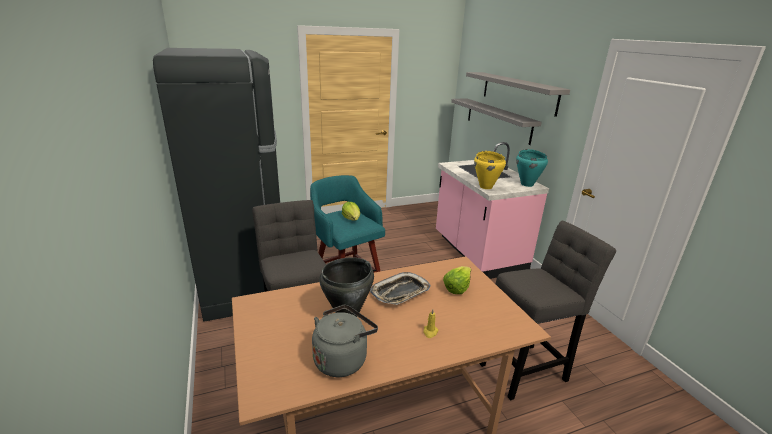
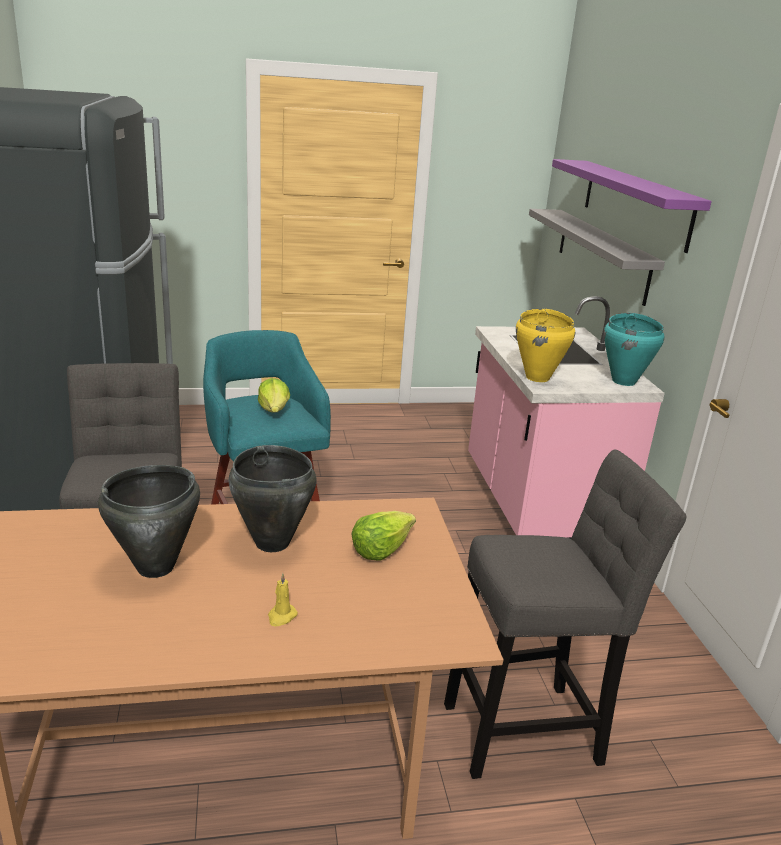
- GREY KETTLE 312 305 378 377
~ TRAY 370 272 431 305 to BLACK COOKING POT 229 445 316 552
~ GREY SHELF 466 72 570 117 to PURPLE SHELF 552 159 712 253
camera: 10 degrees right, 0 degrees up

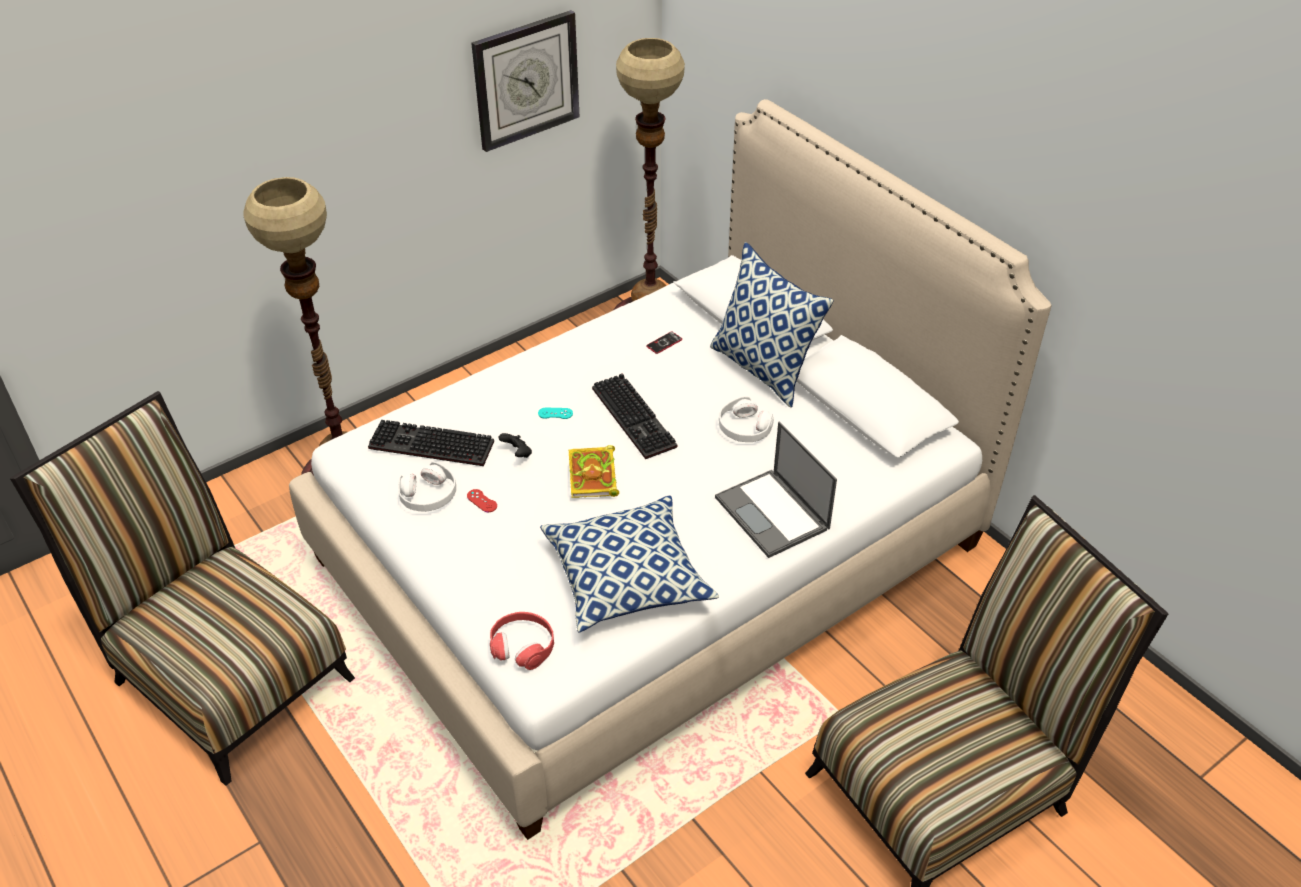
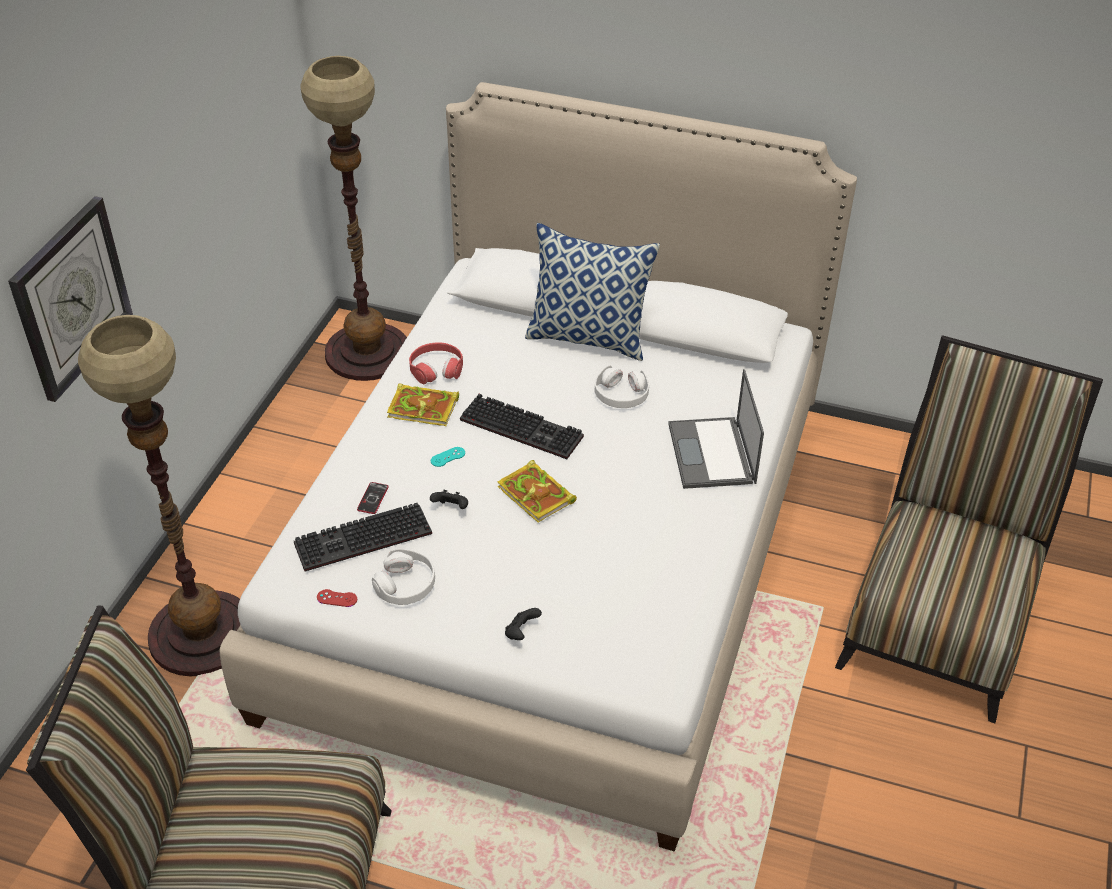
~ RED GAME CONTROLLER 467 489 497 512 to 317 589 357 607
~ WALL CLOCK 471 10 580 152 to 8 196 133 402
~ RED HEADPHONES 490 612 554 670 to 409 343 463 384
- PILLOW 540 495 719 633
~ PHONE 646 332 682 354 to 357 482 389 514
~ LAPTOP 715 421 837 558 = 668 369 764 489 60 degrees clockwise
+ BOOK 387 383 459 426
+ BLACK GAME CONTROLLER 505 608 542 640
camera: 35 degrees left, 0 degrees up

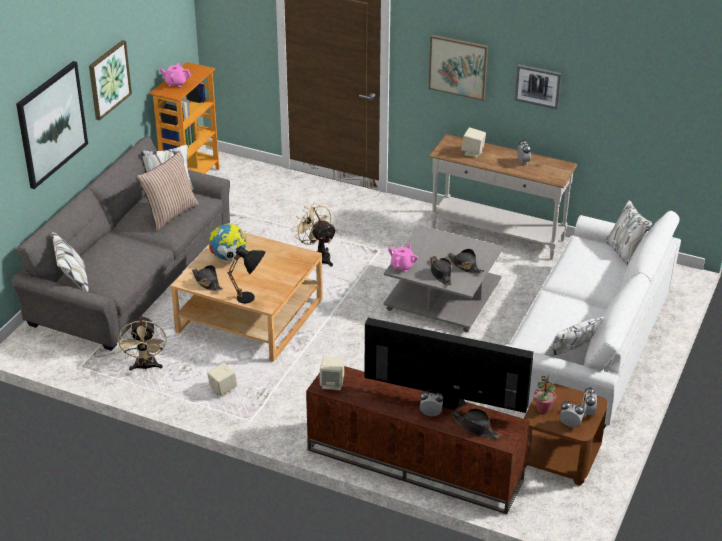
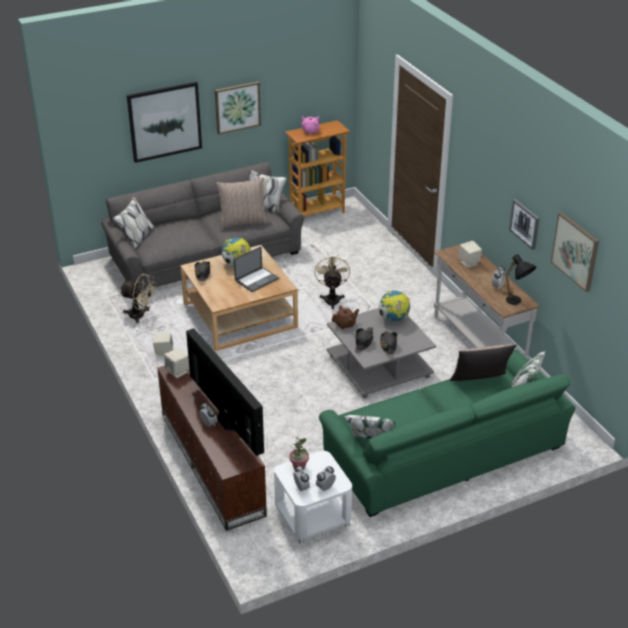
~ BEIGE FAN 118 315 167 371 = 120 274 156 323 105 degrees counterclockwise
~ BLACK TABLE LAMP 228 246 265 303 to 505 254 536 305
~ PINK TEAPOT 388 243 418 272 to BROWN TEAPOT 332 305 359 329
~ PICTURE 429 35 488 101 to 551 212 599 292
- BLACK HAT 452 408 500 439
~ WHITE SOFA 505 200 681 429 to GREEN SOFA 319 349 575 517
~ BROWN SIDE TABLE 524 382 608 485 to WHITE SIDE TABLE 274 451 352 544
+ LAPTOP 234 246 279 292
+ GLOBE 379 291 410 321
+ PILLOW 450 344 517 381
camera: 40 degrees right, 0 degrees up

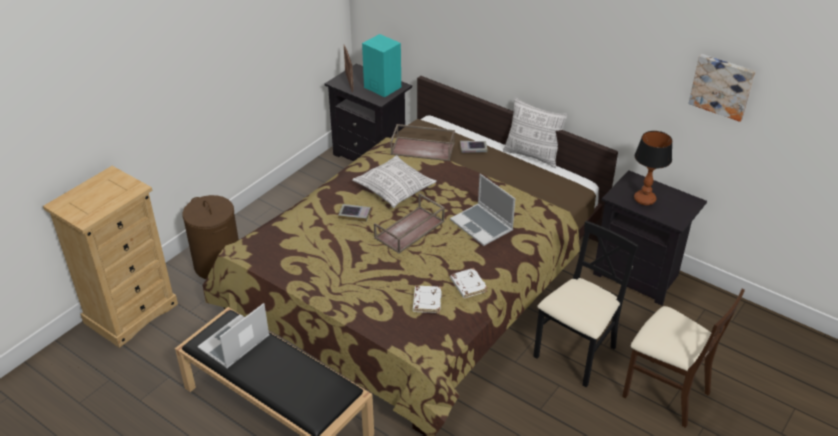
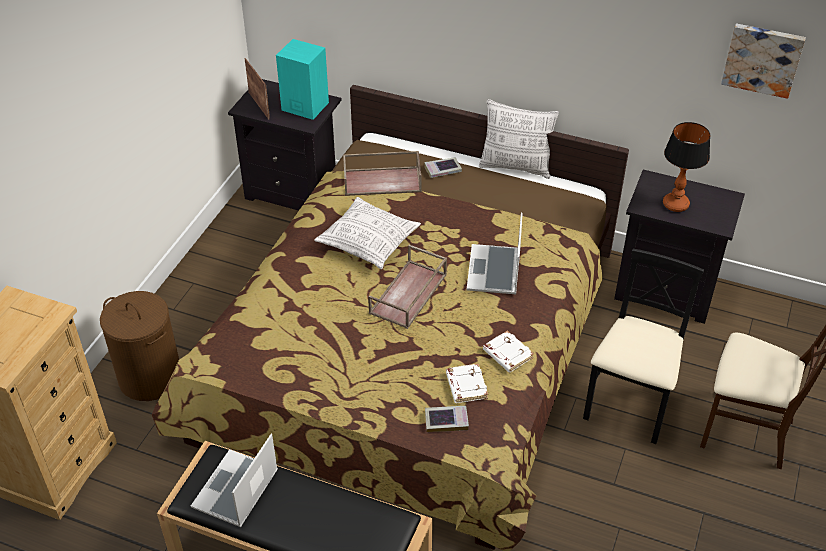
~ BOOK 338 204 371 222 to 425 406 469 432
~ LAPTOP 450 174 515 246 = 467 212 523 294 60 degrees clockwise
camera: 15 degrees left, 5 degrees up

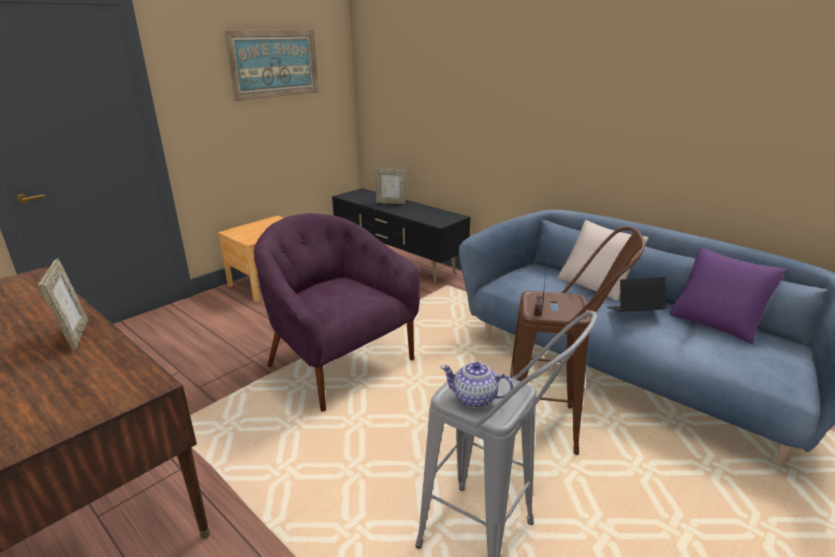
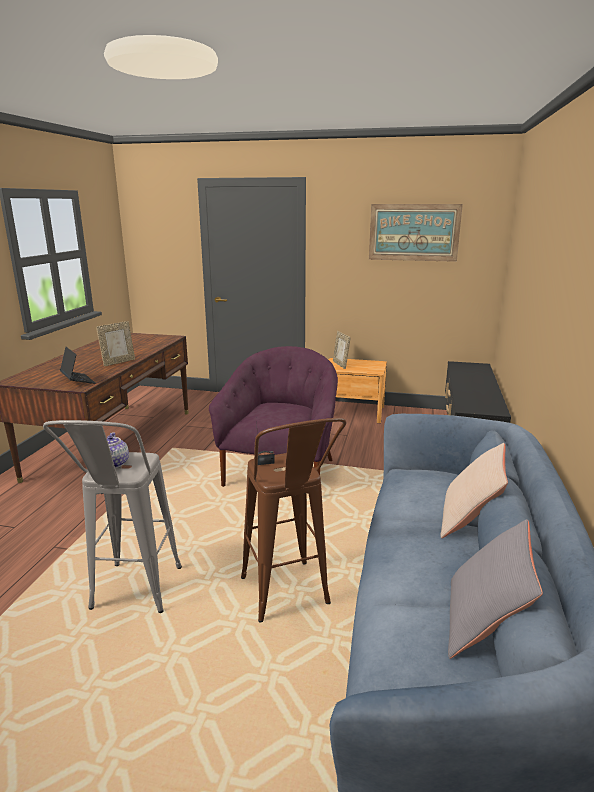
~ PICTURE FRAME 376 168 406 204 to 333 331 350 369
~ LAPTOP 607 277 666 312 to 60 347 96 384
~ PURPLE PILLOW 670 247 786 344 to GREY PILLOW 448 519 543 659
camera: 60 degrees right, 5 degrees down

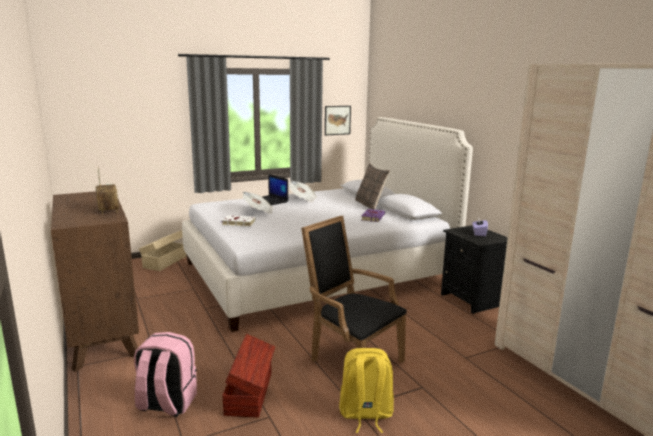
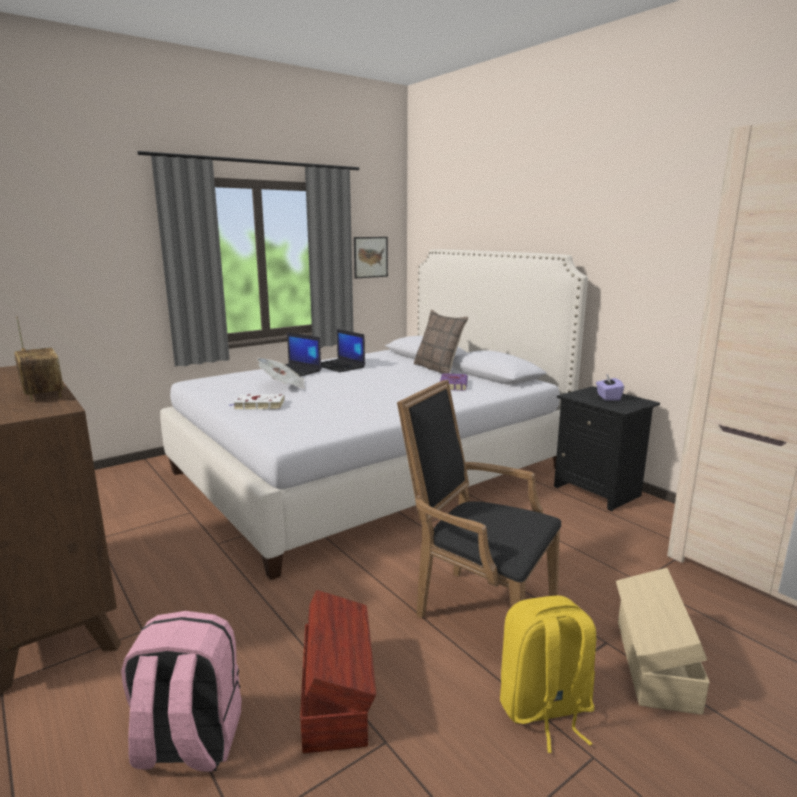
~ BEIGE STORAGE BOX 139 230 187 271 to 616 568 709 715
~ NEWSPAPER 288 181 317 202 to LAPTOP 321 329 365 372
camera: 10 degrees left, 0 degrees up

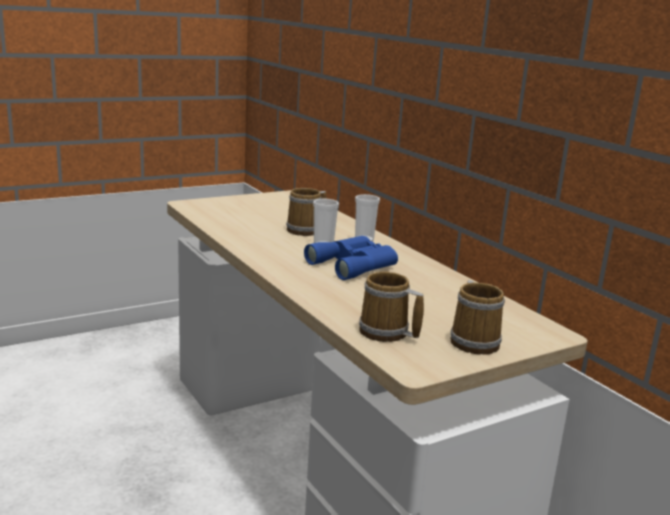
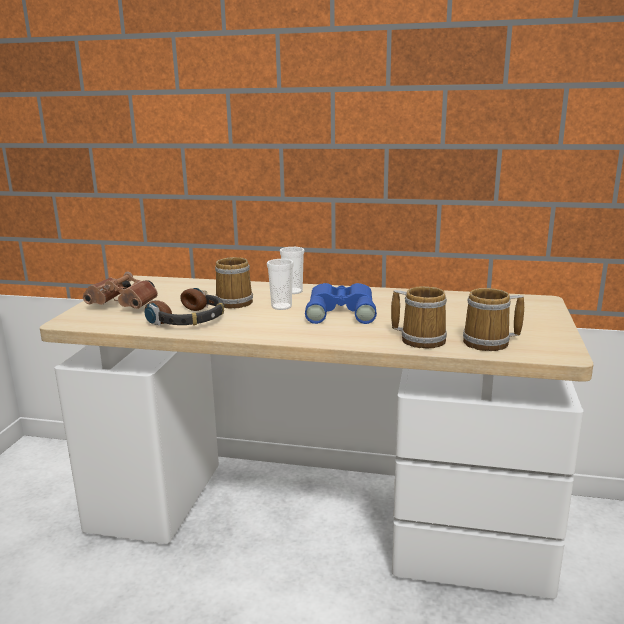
~ MUG 451 280 505 355 to 391 286 447 348
+ BROWN BINOCULARS 83 272 158 309
+ HEADPHONES 145 288 225 326
camera: 45 degrees left, 0 degrees up

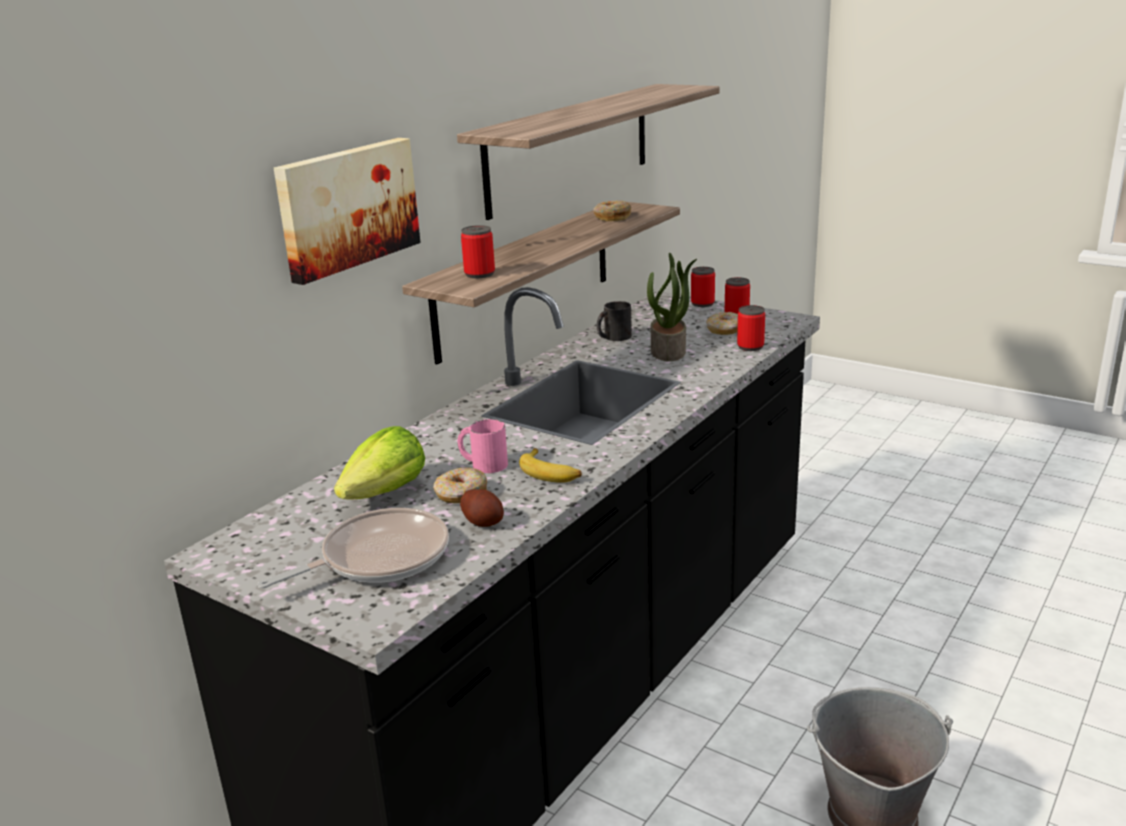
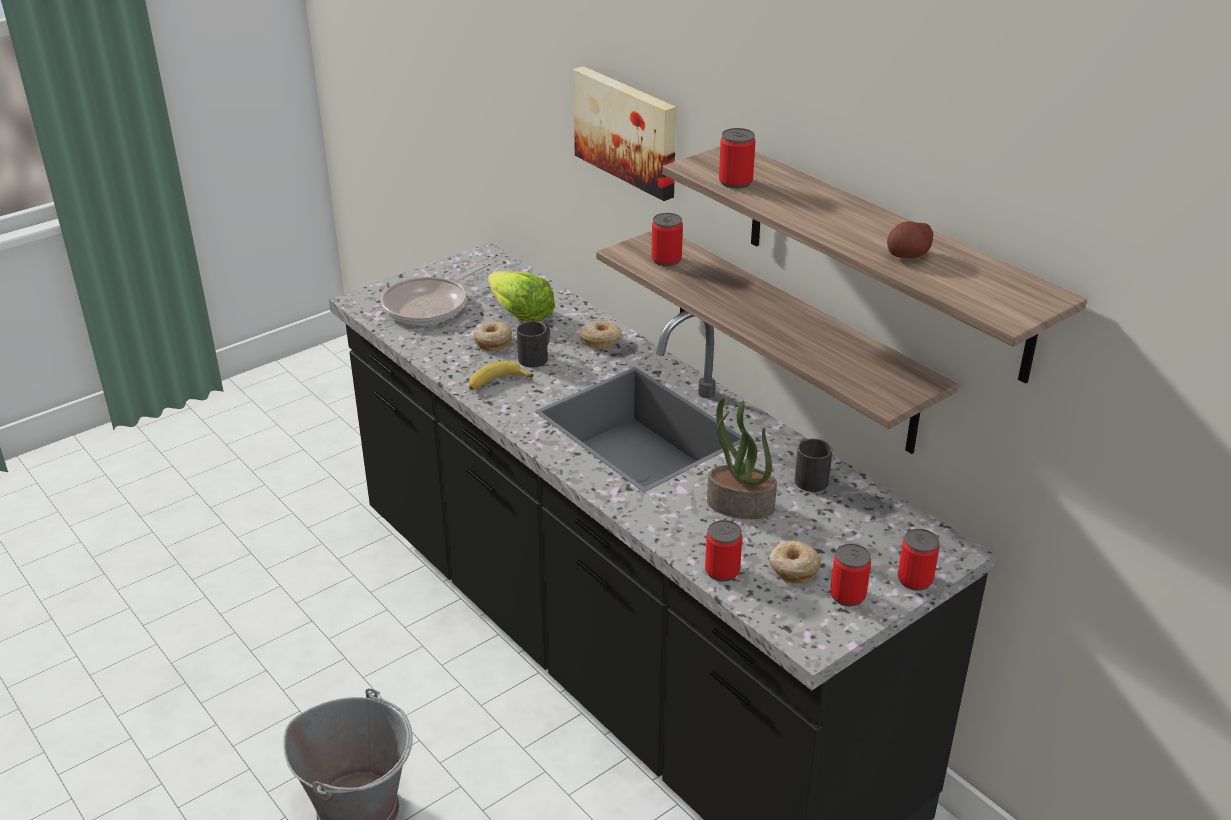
~ FRYING PAN 257 508 449 589 = 381 263 488 325 60 degrees clockwise
~ PINK MUG 457 419 508 473 to BLACK MUG 517 321 550 368
~ POTATO 460 489 504 527 to 887 221 933 258
~ DONUT 593 201 631 221 to 580 321 622 349
+ CAN 719 128 755 189
camera: 105 degrees right, 10 degrees up

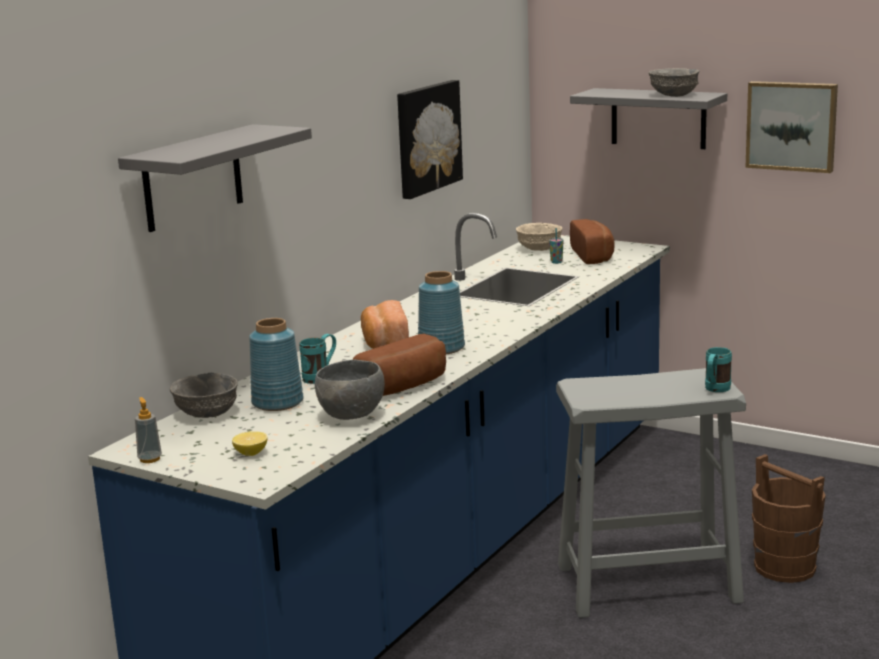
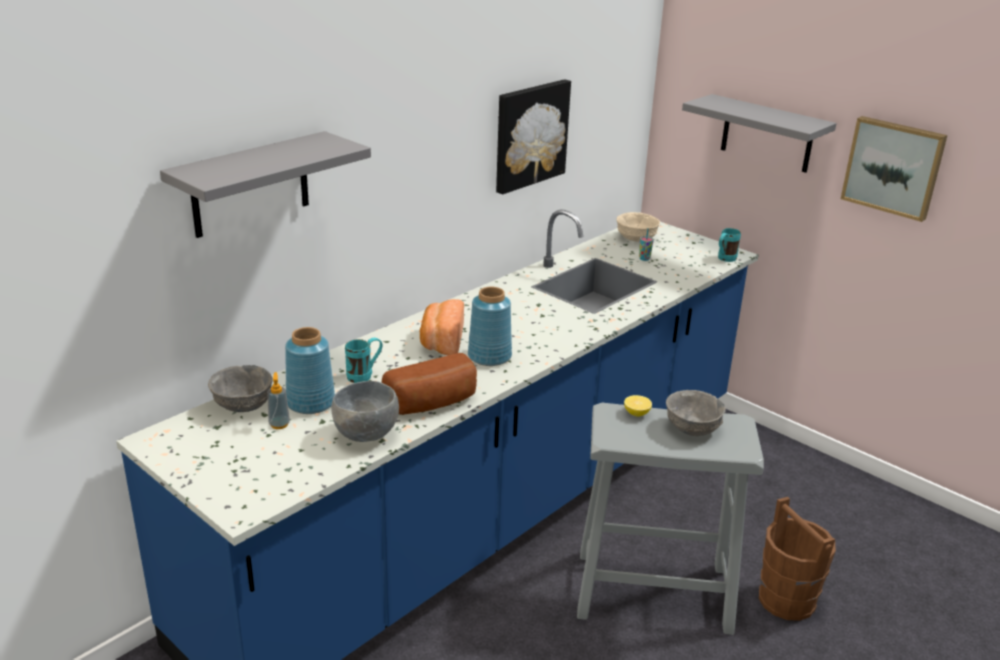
~ SOAP DISPENSER 135 397 162 463 to 267 372 290 429
~ LEMON 232 431 268 456 to 624 395 652 417
- BREAD 570 219 614 264
~ GREY BOWL 648 68 699 97 to 666 390 726 436
~ TURQUOISE MUG 705 347 732 392 to 718 228 741 262
camera: 10 degrees right, 10 degrees up

